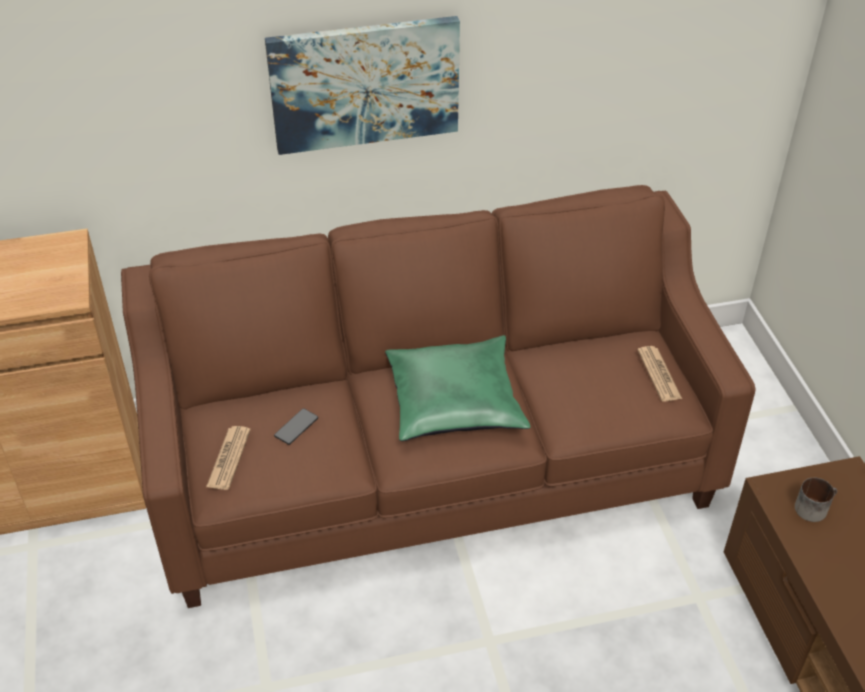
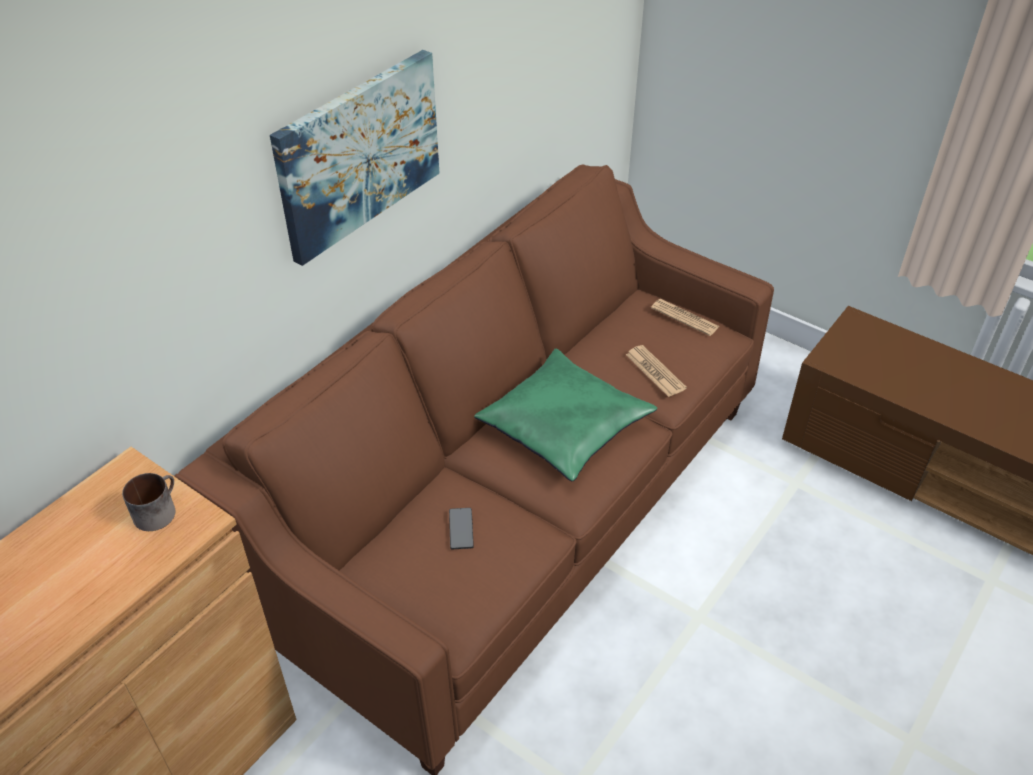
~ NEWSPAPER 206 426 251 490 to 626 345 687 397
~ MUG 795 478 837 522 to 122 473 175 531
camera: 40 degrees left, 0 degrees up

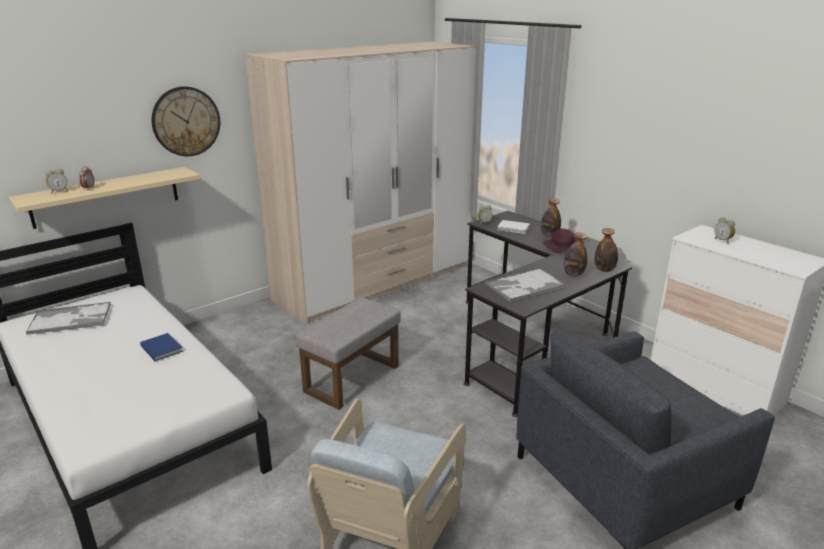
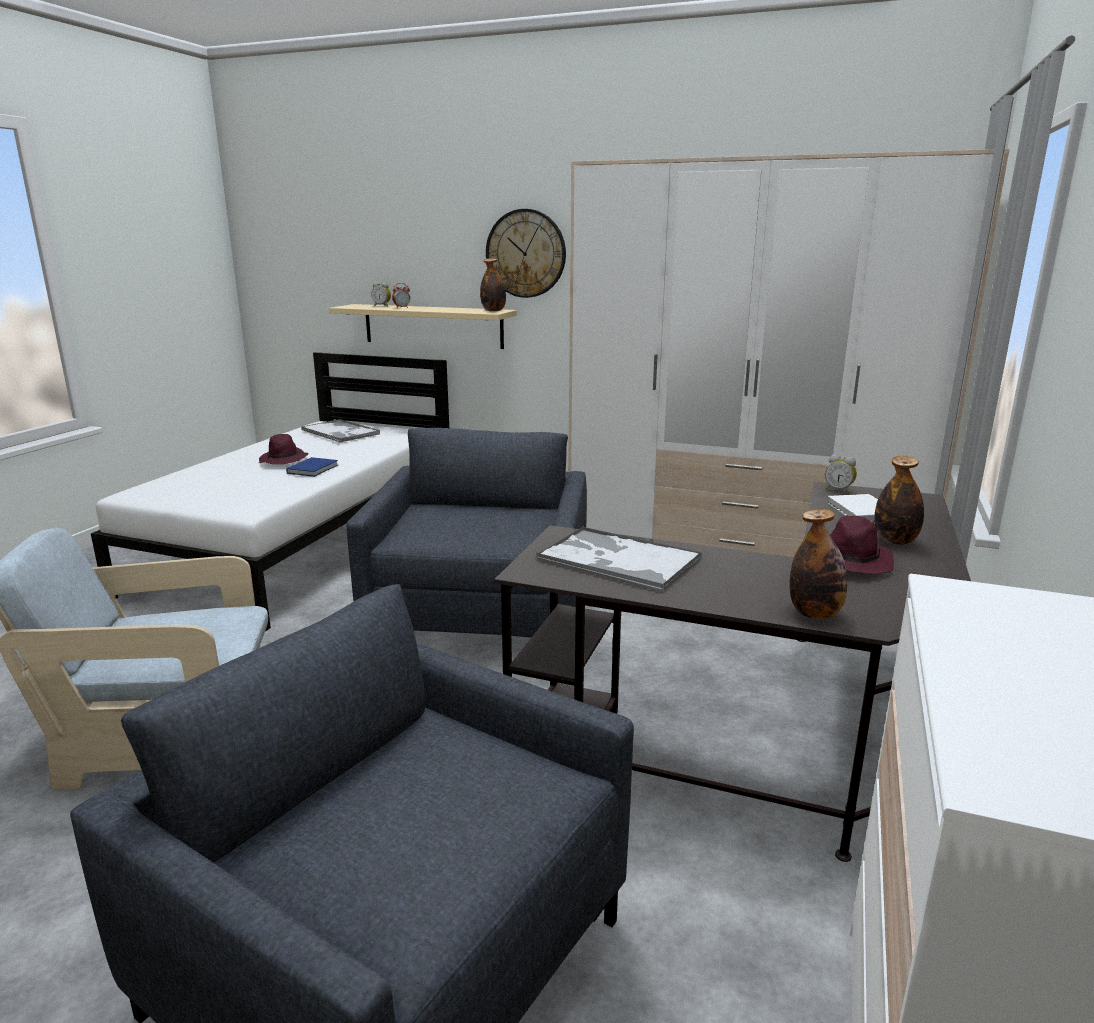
~ GREY OTTOMAN 296 297 401 410 to GREY ARMCHAIR 346 428 587 638
~ BOTTLE 563 232 587 277 to 480 258 506 312
- ALARM CLOCK 714 217 735 244
+ PURPLE HAT 259 434 309 464
camera: 60 degrees right, 5 degrees down

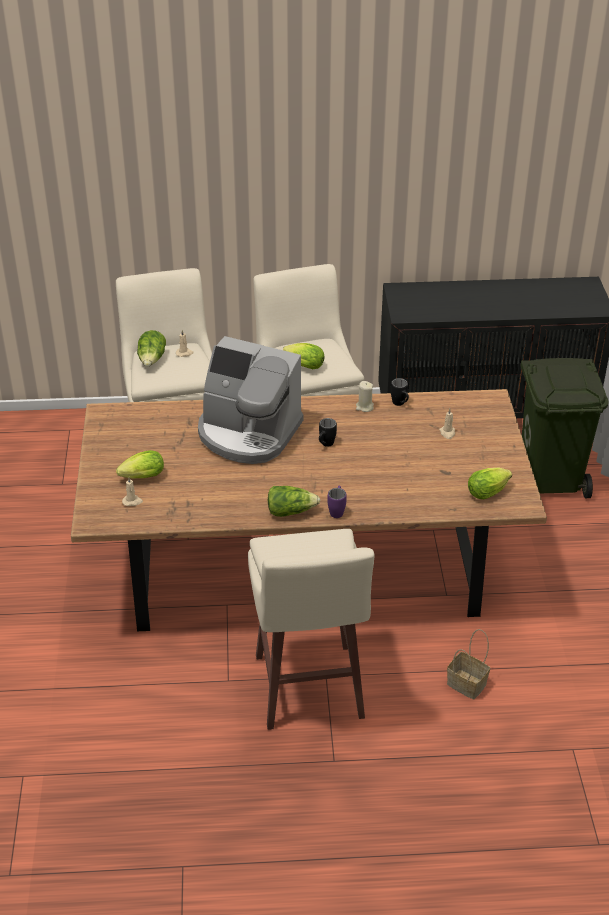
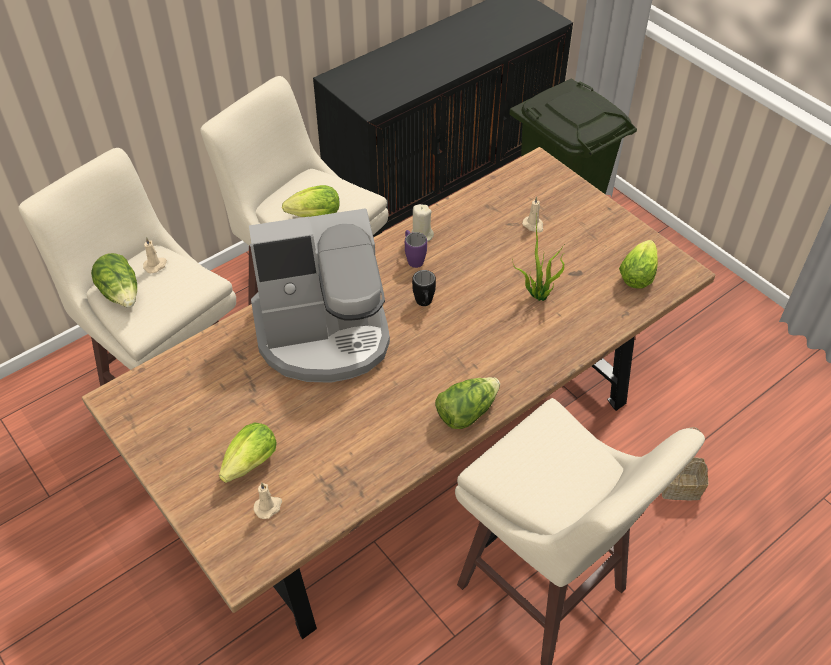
~ PURPLE MUG 328 486 347 518 to 405 230 427 268
- BLACK MUG 391 378 409 406
+ POTTED PLANT 513 221 565 301
camera: 35 degrees left, 10 degrees up

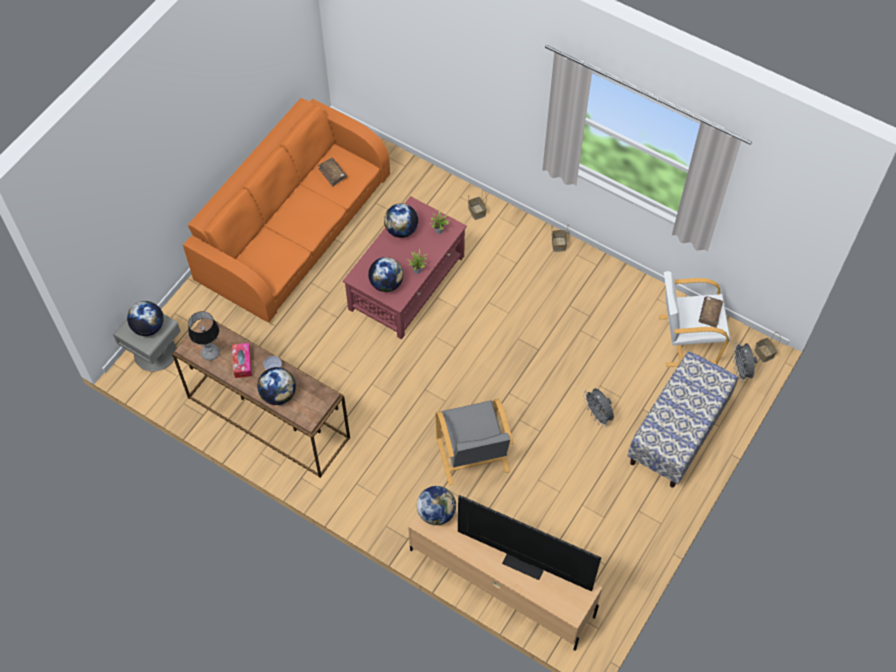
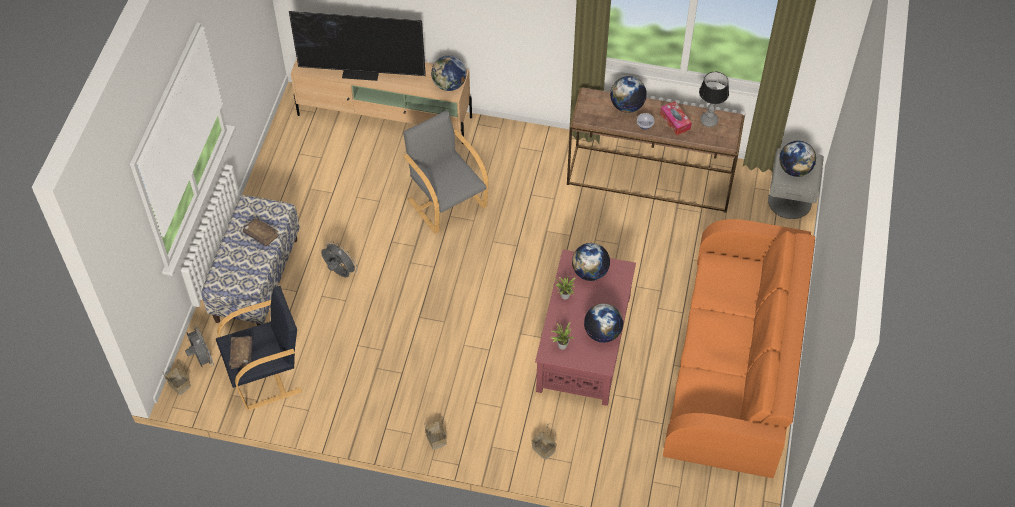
~ BROWN BOOK 318 158 347 187 to 243 217 279 246
~ WHITE ARMCHAIR 659 271 731 367 to BLACK ARMCHAIR 216 286 302 410
camera: 160 degrees right, 5 degrees down

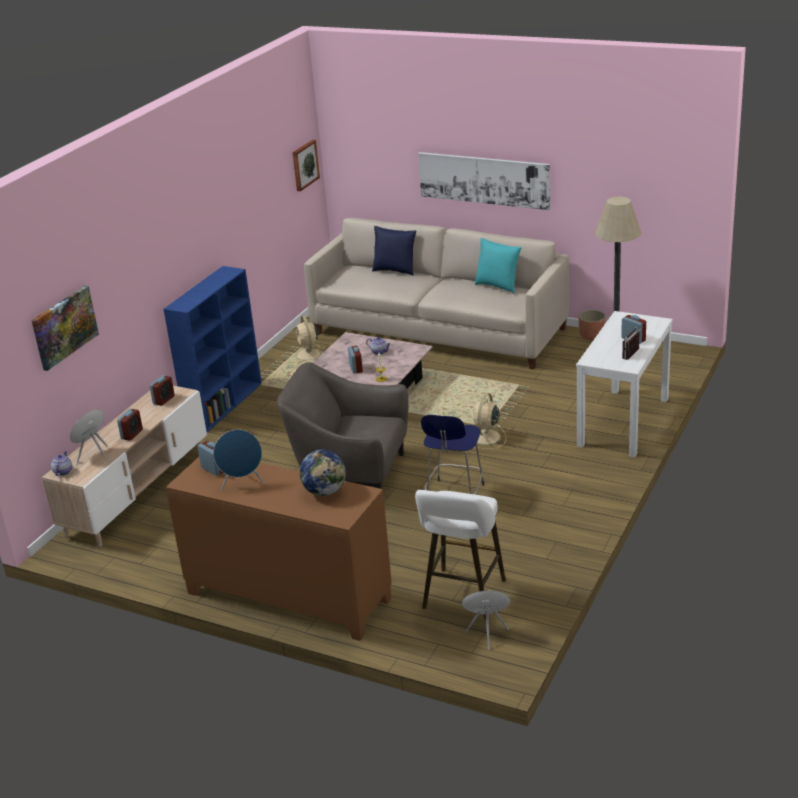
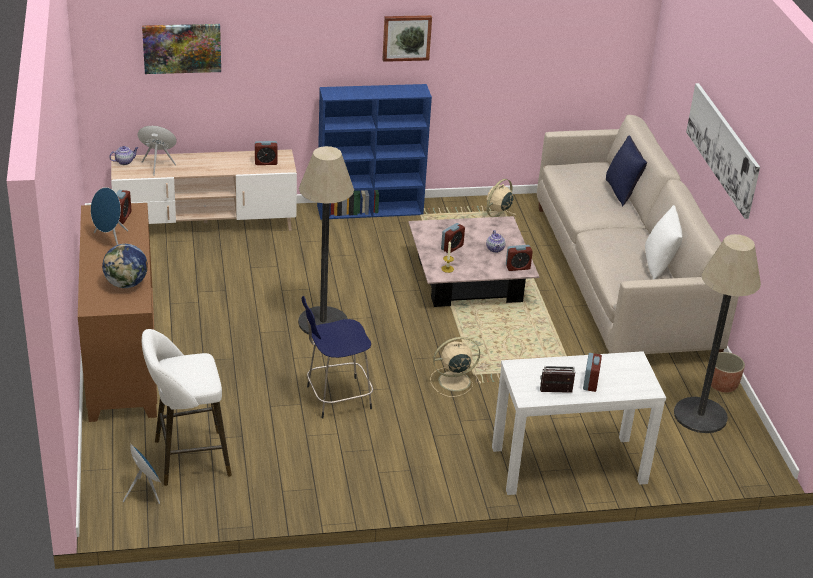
~ ALARM CLOCK 117 409 143 441 to 506 245 533 271
~ GREY ARMCHAIR 277 362 408 489 to FLOOR LAMP 298 146 354 335
~ PICTURE 293 140 320 191 to 382 15 432 62
~ TURQUOISE PILLOW 475 238 522 293 to WHITE PILLOW 645 205 683 279
camera: 50 degrees right, 5 degrees up

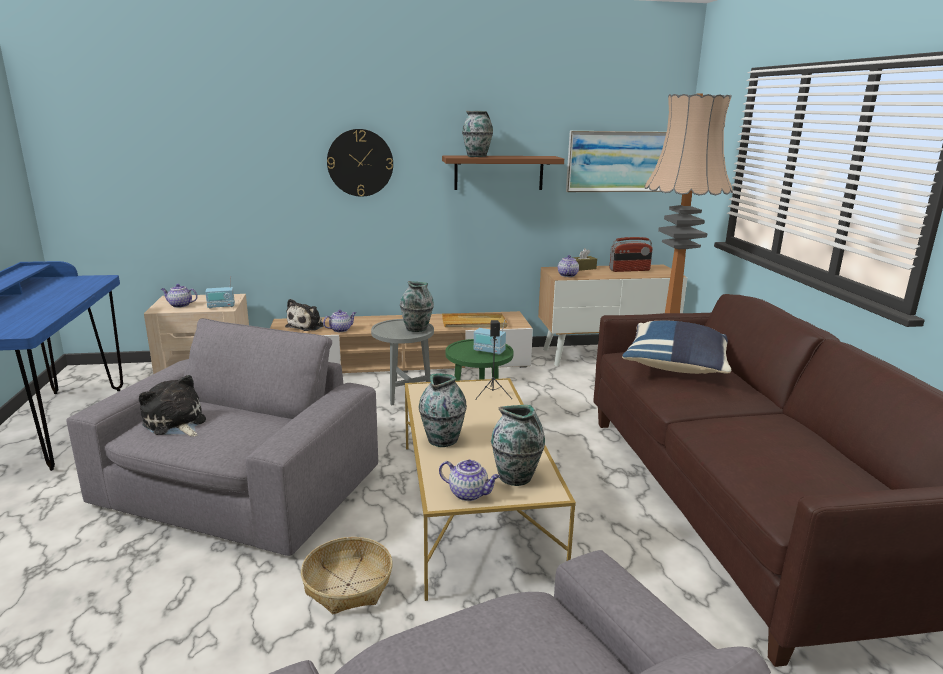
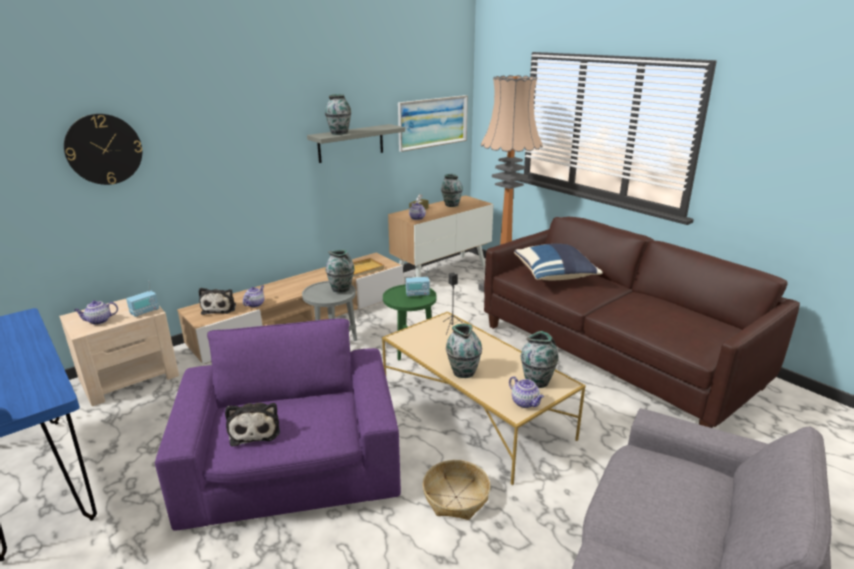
~ GREY ARMCHAIR 66 318 378 556 to PURPLE ARMCHAIR 155 318 401 531
~ PLUSH TOY 139 375 206 437 = 225 403 280 446 120 degrees counterclockwise
~ WALL CLOCK 327 129 393 197 to 64 114 142 185
~ TEAPOT 439 460 500 501 = 509 376 544 408 60 degrees clockwise
~ BROWN SHELF 442 155 564 190 to GREY SHELF 307 124 405 163
~ RADIO 609 237 653 272 to VASE 441 174 463 207
camera: 30 degrees left, 5 degrees up

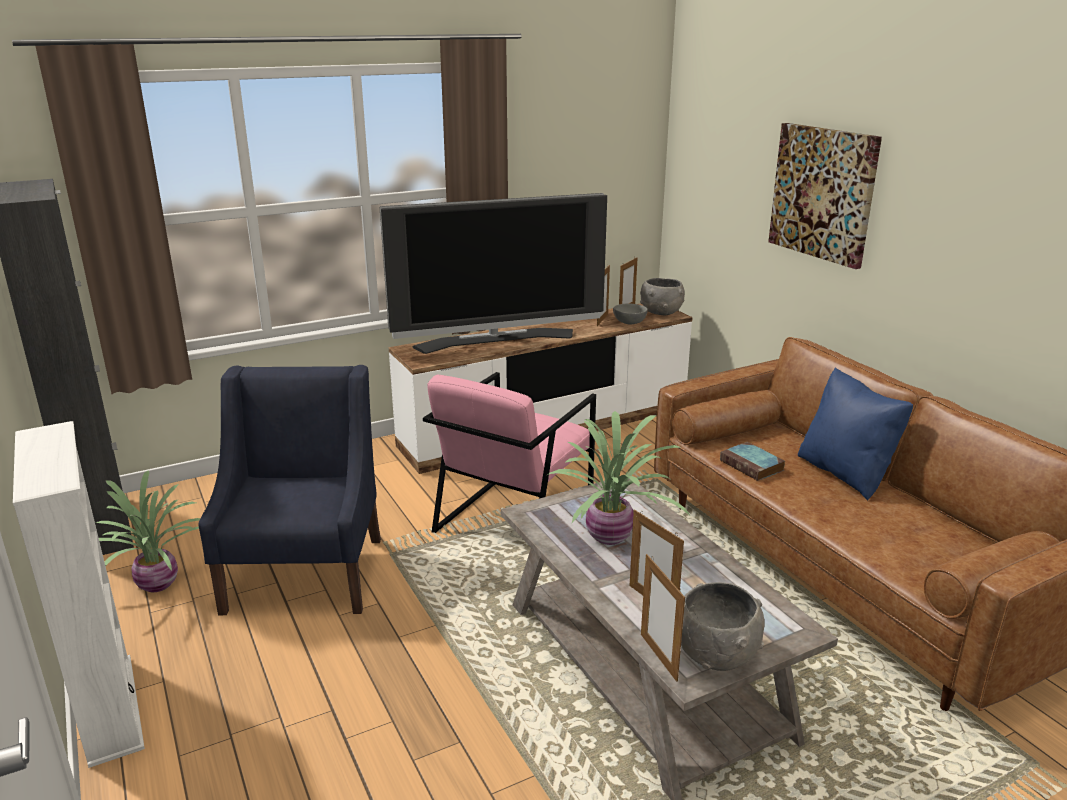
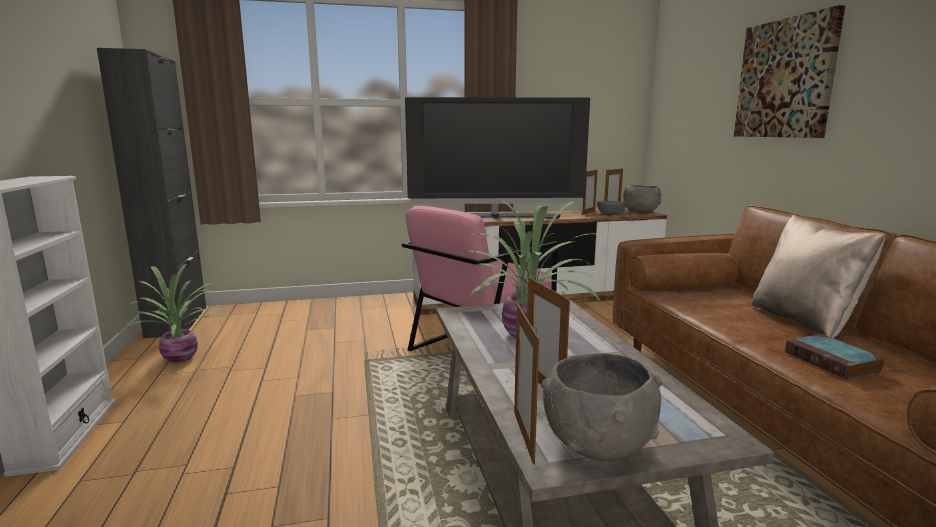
- BLUE ARMCHAIR 199 365 381 615
~ BOOK 720 442 785 481 to 785 334 886 380
~ BLUE PILLOW 798 367 913 500 to BEIGE PILLOW 752 215 885 338
camera: 15 degrees right, 10 degrees down

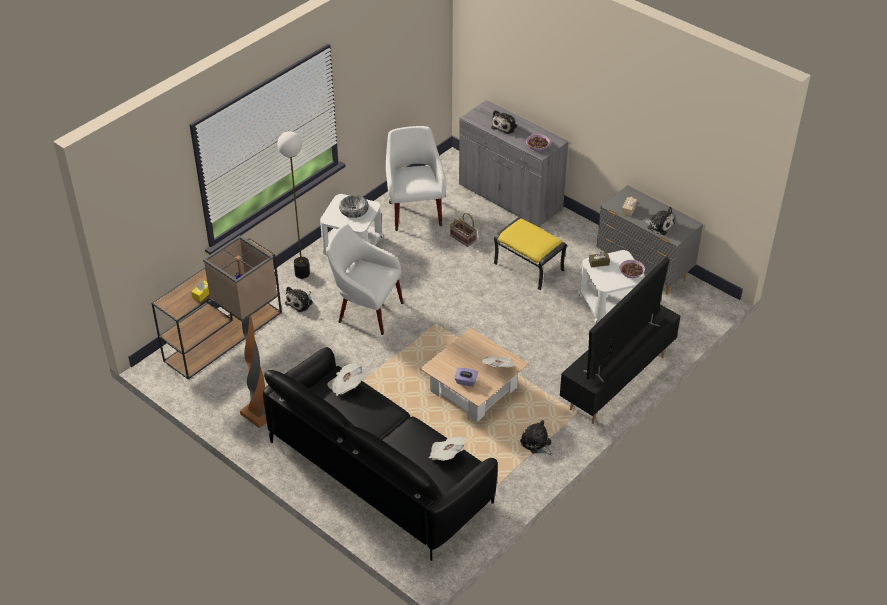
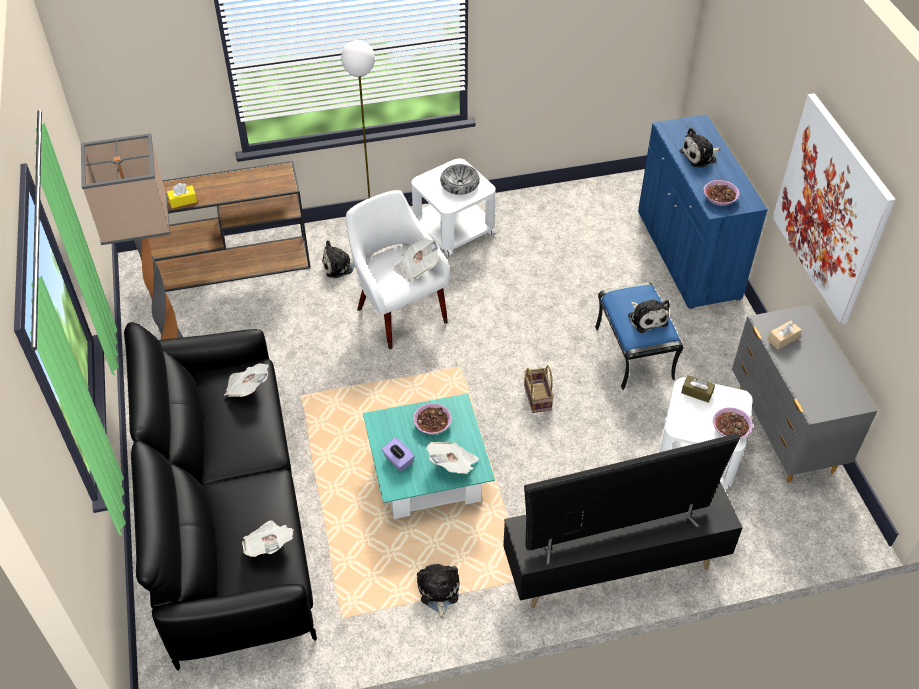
- WHITE ARMCHAIR 386 126 446 231
~ BEIGE COFFEE TABLE 420 328 528 422 to TURQUOISE COFFEE TABLE 363 393 495 519
~ BASKET 450 213 477 247 to 524 365 554 413
~ GREY CABINET 459 100 569 227 to BLUE CABINET 638 114 768 309
~ YELLOW OTTOMAN 494 218 567 290 to BLUE OTTOMAN 595 282 684 390
~ PLUSH TOY 642 207 675 235 to 628 300 670 333
+ NEWSPAPER 394 238 439 281
+ BOWL 413 403 452 435
+ PICTURE 772 93 896 324
camera: 35 degrees right, 5 degrees up

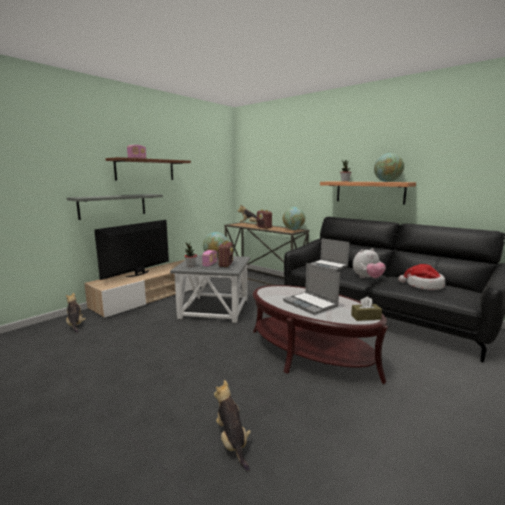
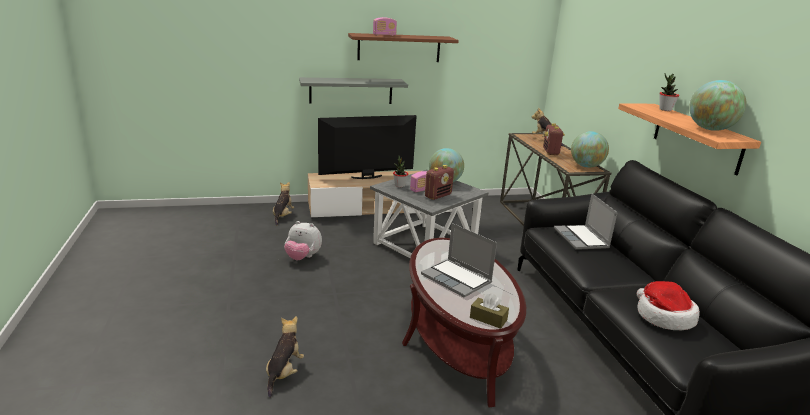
~ LAPTOP 283 263 340 315 = 421 223 497 297 45 degrees counterclockwise
~ PLUSH TOY 353 248 386 278 to 284 221 322 260
camera: 35 degrees right, 10 degrees up

